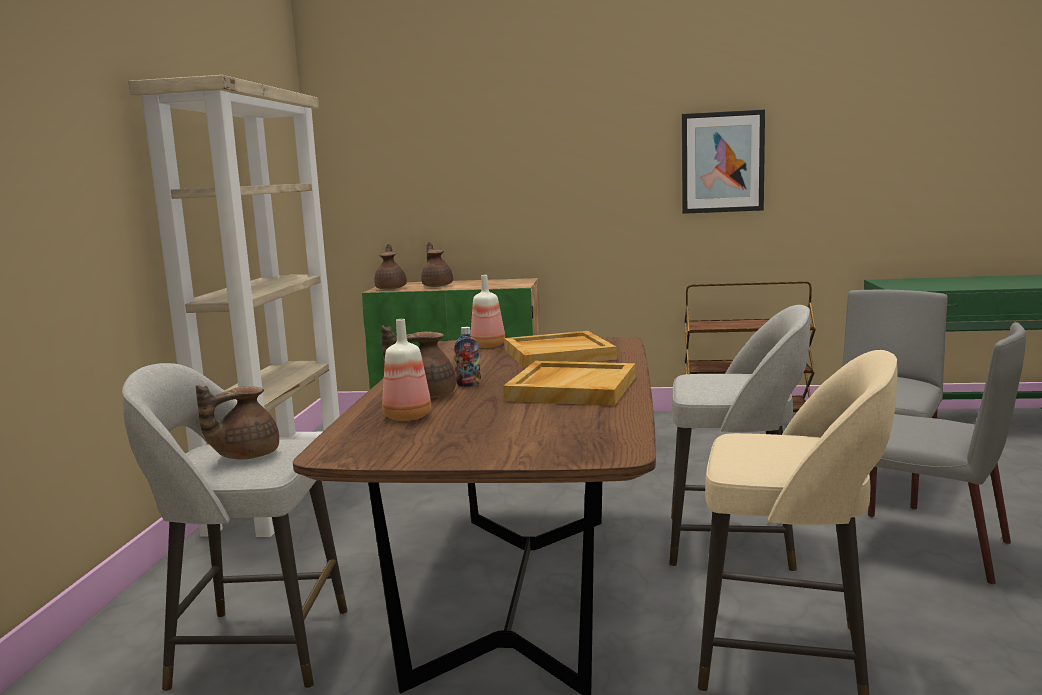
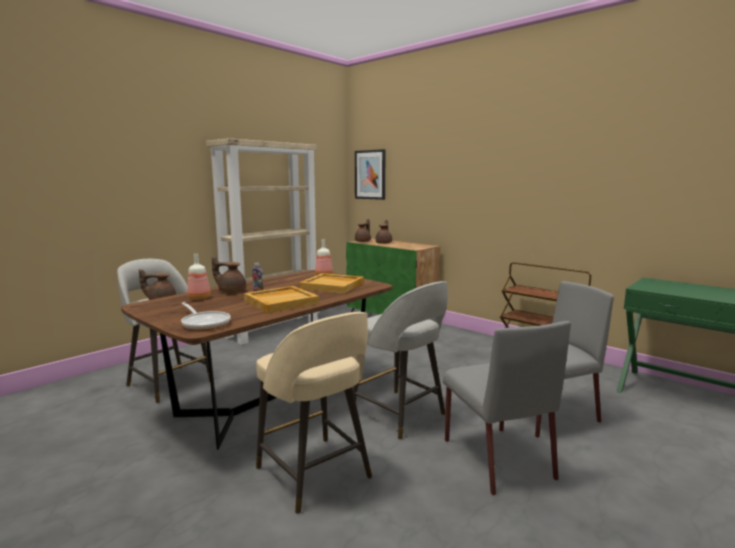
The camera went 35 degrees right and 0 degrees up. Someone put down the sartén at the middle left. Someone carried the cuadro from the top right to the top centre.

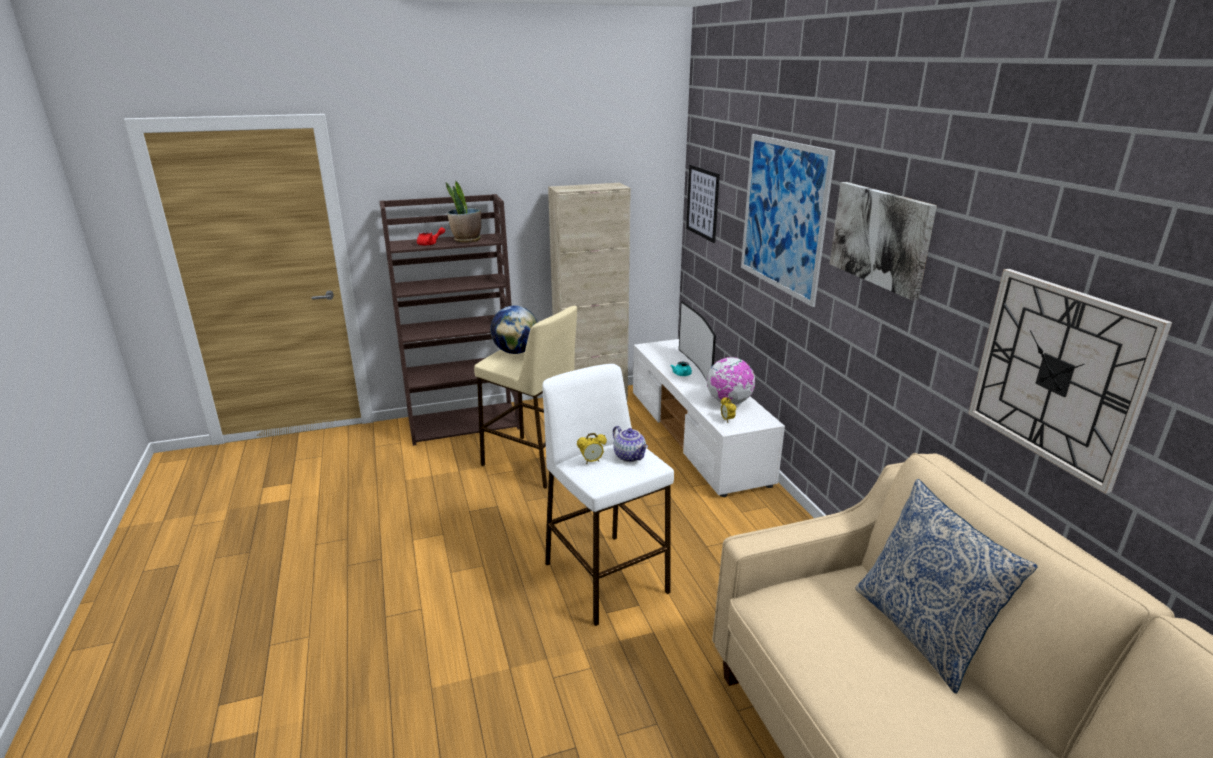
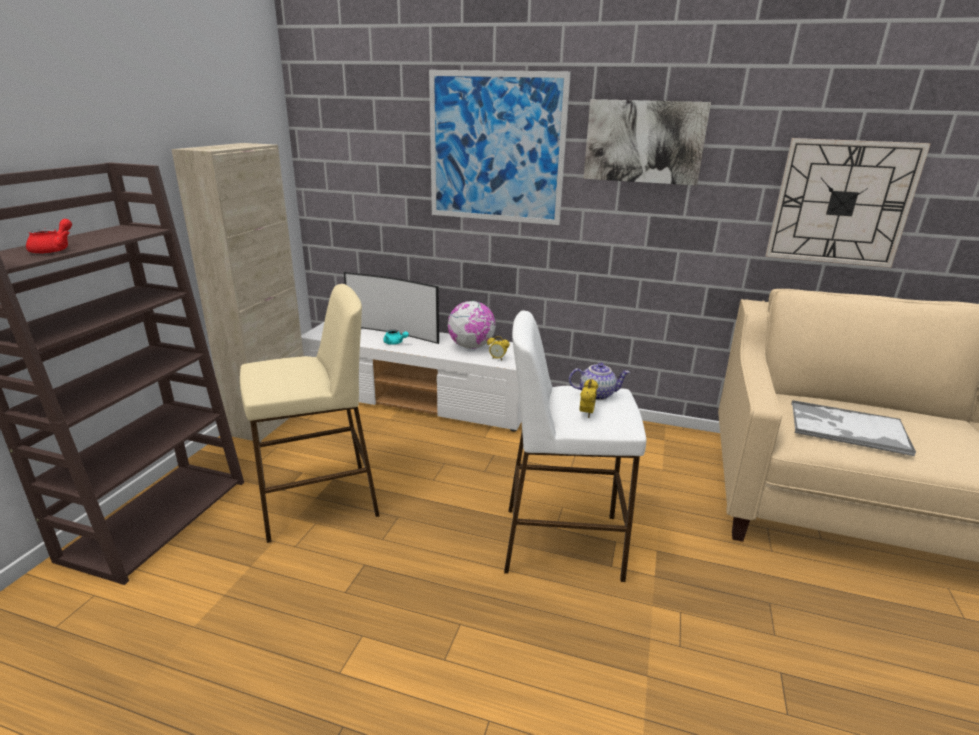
The camera went 55 degrees left and 0 degrees up. Someone put down the bandeja at the middle right. Someone took away the planta en maceta at the top centre. Someone took away the globo terráqueo (1st from left) at the centre. Someone took away the cuadro (1st from left) at the top centre. Someone took away the cojín at the bottom right.

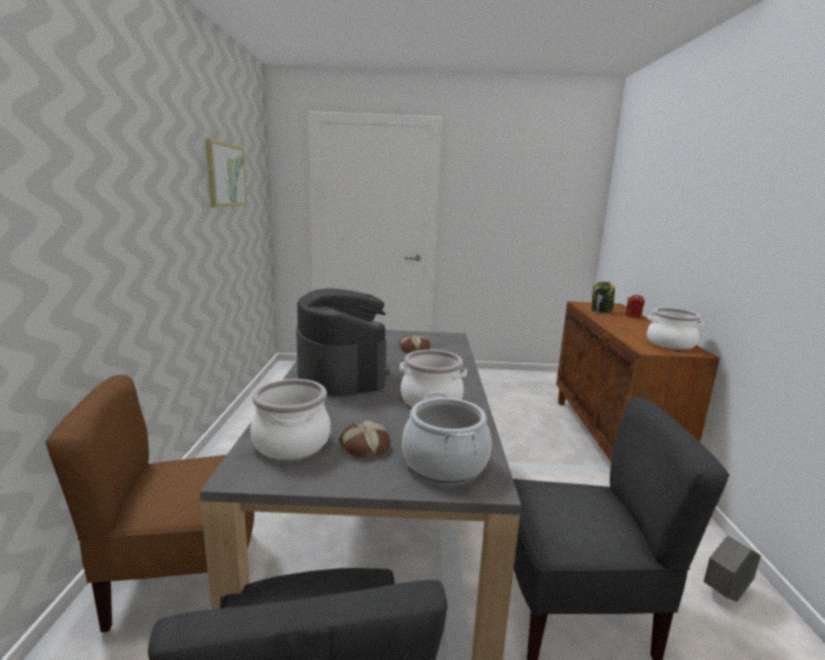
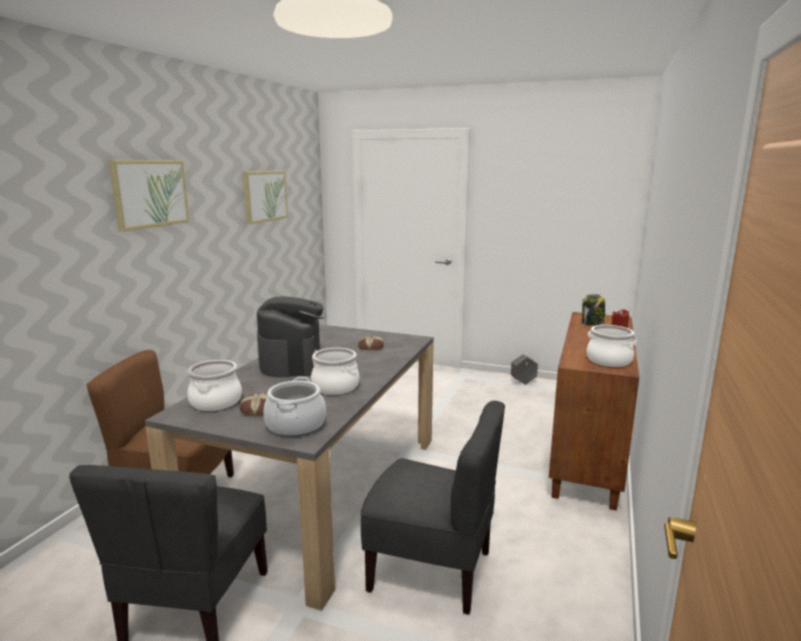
The camera went 20 degrees right and 0 degrees up. Someone put up the cuadro (1st from left) at the top left. Someone carried the maceta [gris] from the bottom right to the centre.

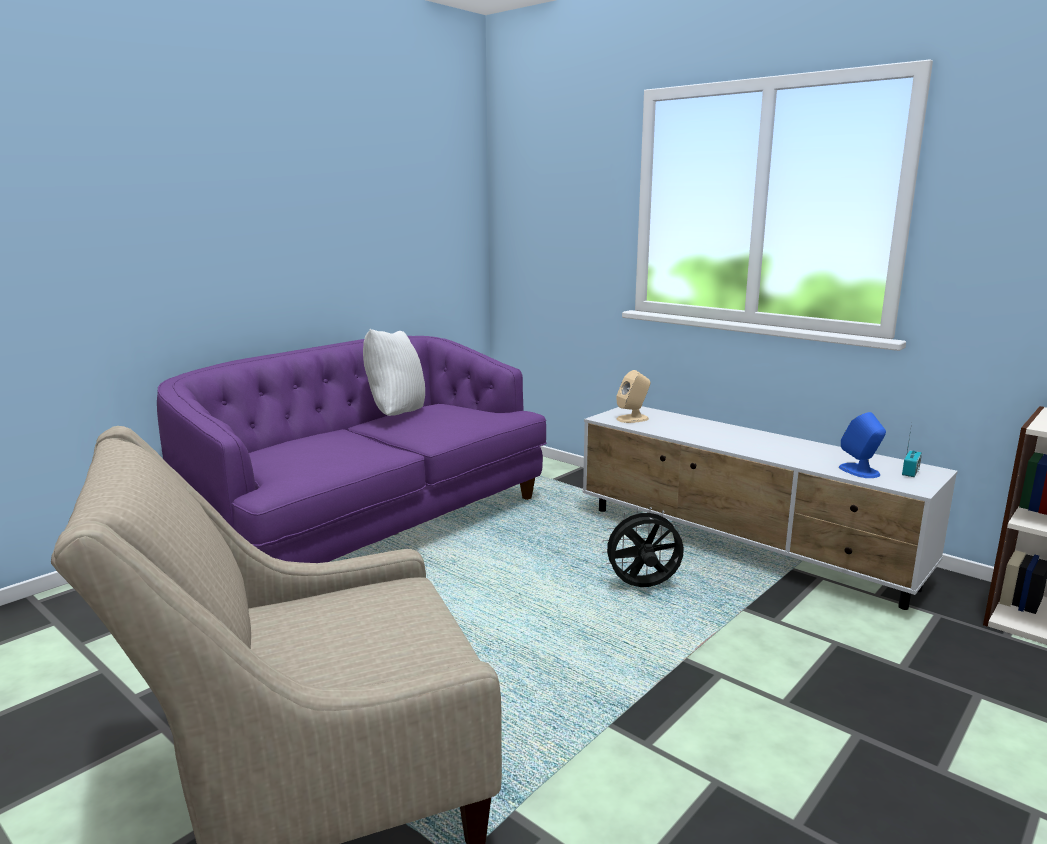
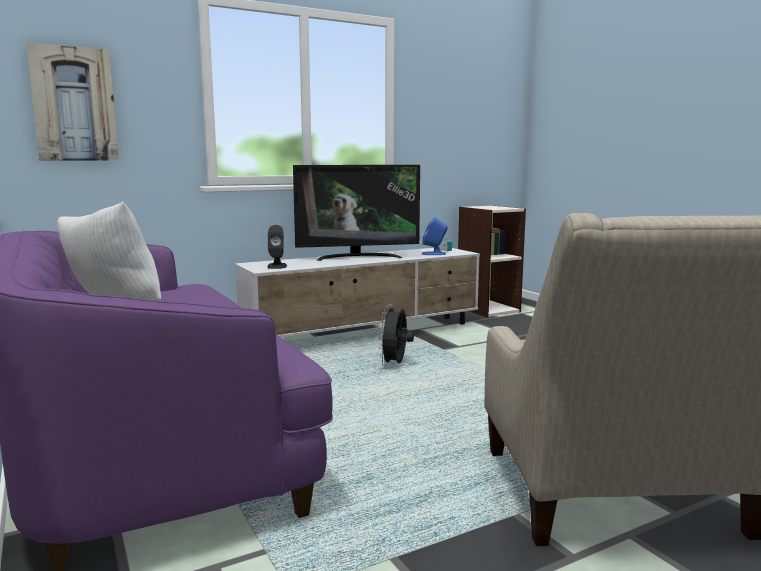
The camera went 70 degrees left and 5 degrees down. Someone put up the cuadro at the top left. Someone repainted the altavoz [beis] at the centre, which became the altavoz [negro] at the centre. Someone put down the televisor at the centre.

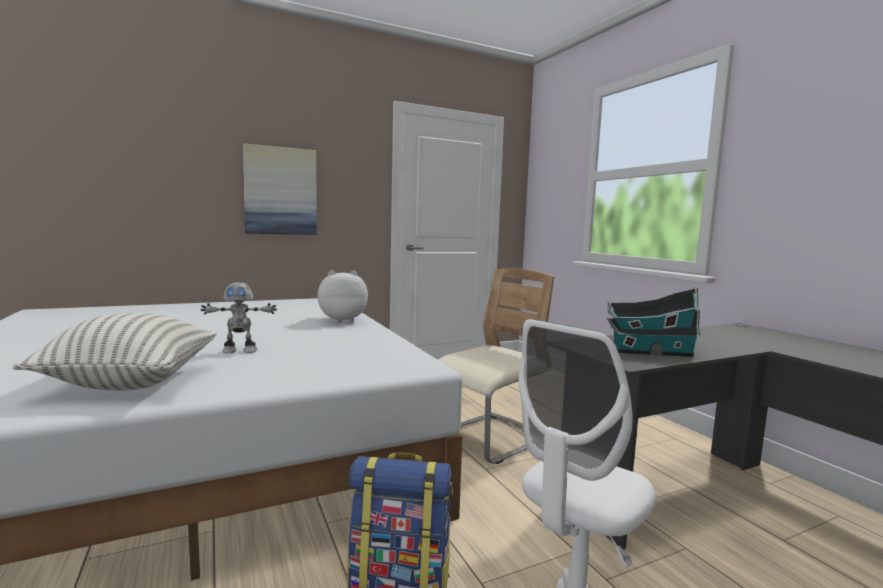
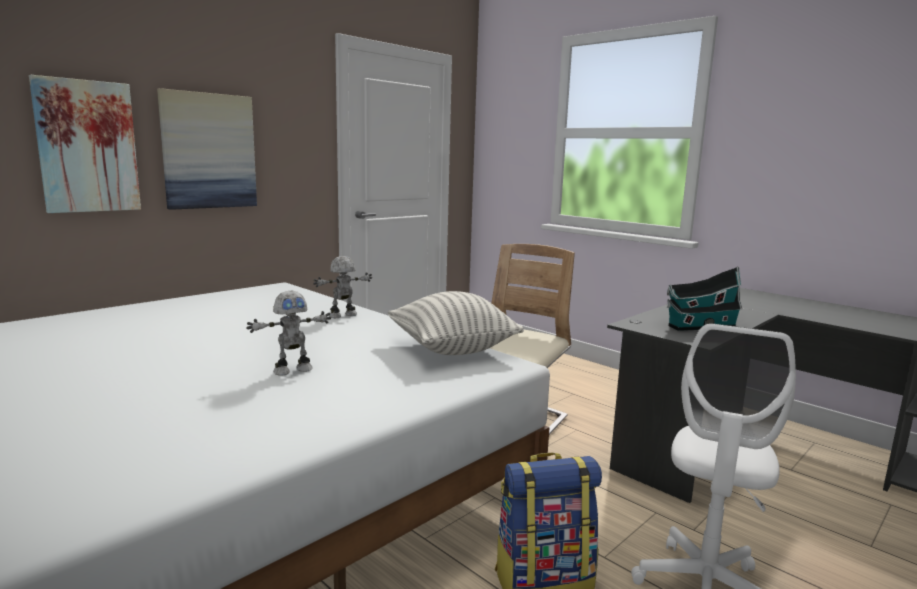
The camera went 20 degrees left and 5 degrees up. Someone put up the cuadro (1st from left) at the top left. Someone swapped the peluche at the centre for the robot de juguete (2nd from left) at the centre. Someone carried the cojín from the middle left to the centre.

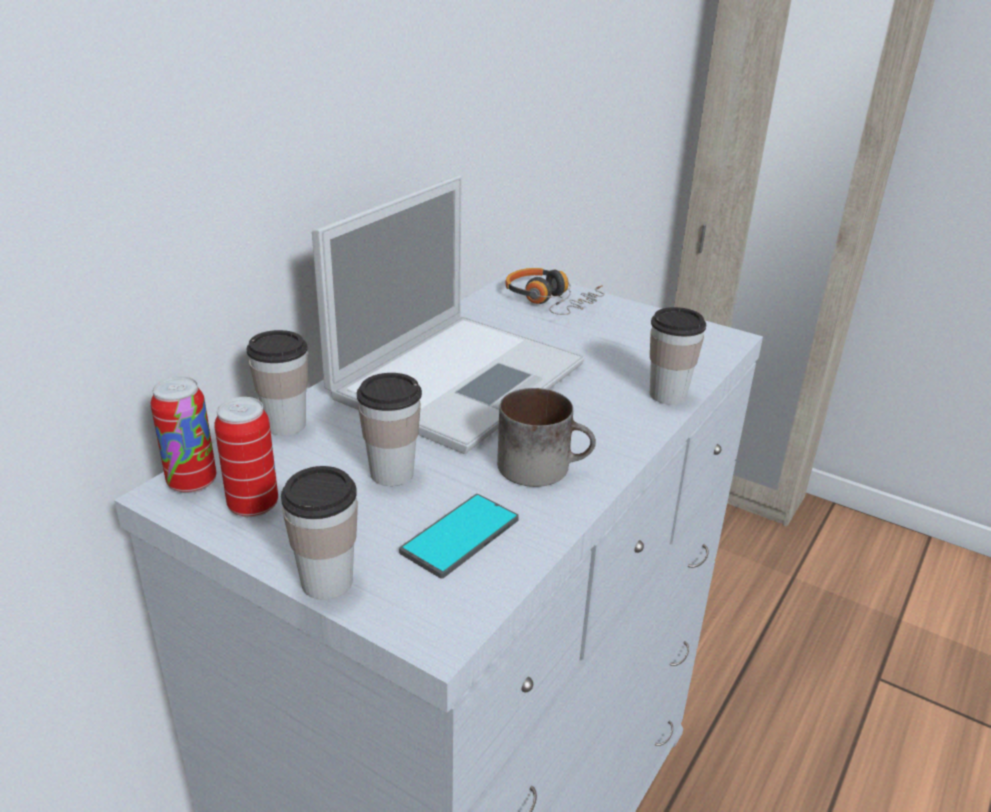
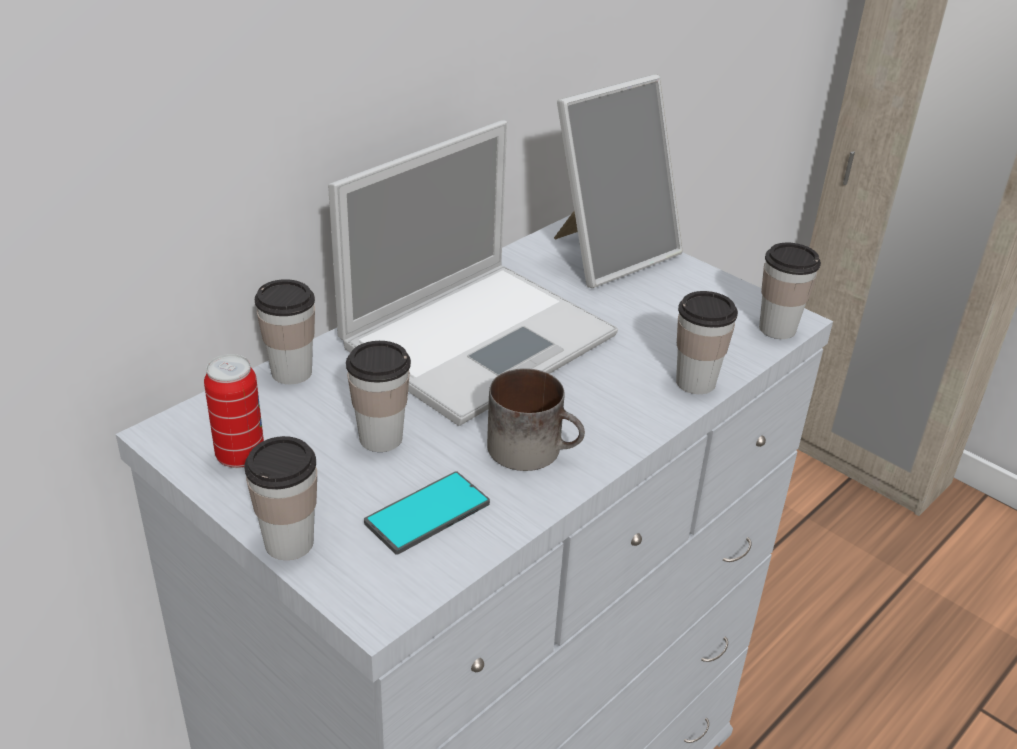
The camera went 10 degrees right and 5 degrees up. Someone swapped the auriculares at the centre for the portarretratos at the top centre. Someone put down the taza (5th from left) at the middle right. Someone took away the lata (1st from left) at the middle left.

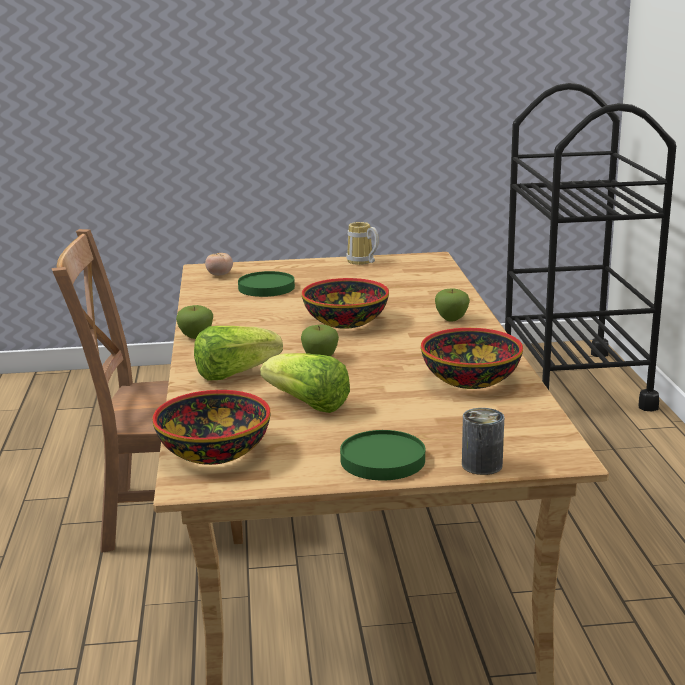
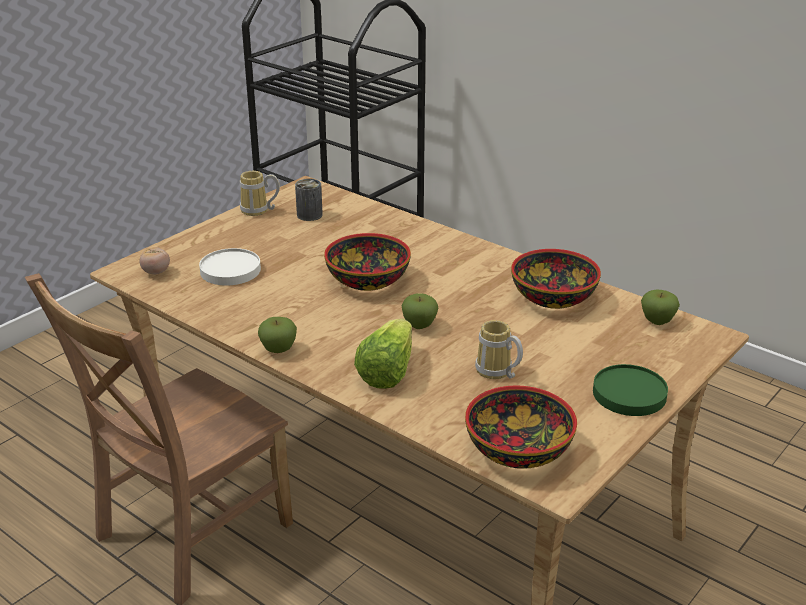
The camera went 45 degrees left and 10 degrees up. Someone repainted the plato [verde] (1st from left) at the centre, which became the plato [blanco] at the middle left. Someone carried the lata from the middle right to the top centre. Someone swapped the lechuga (2nd from left) at the centre for the taza grande (2nd from left) at the centre. Someone carried the manzana (3rd from left) from the centre to the middle right.

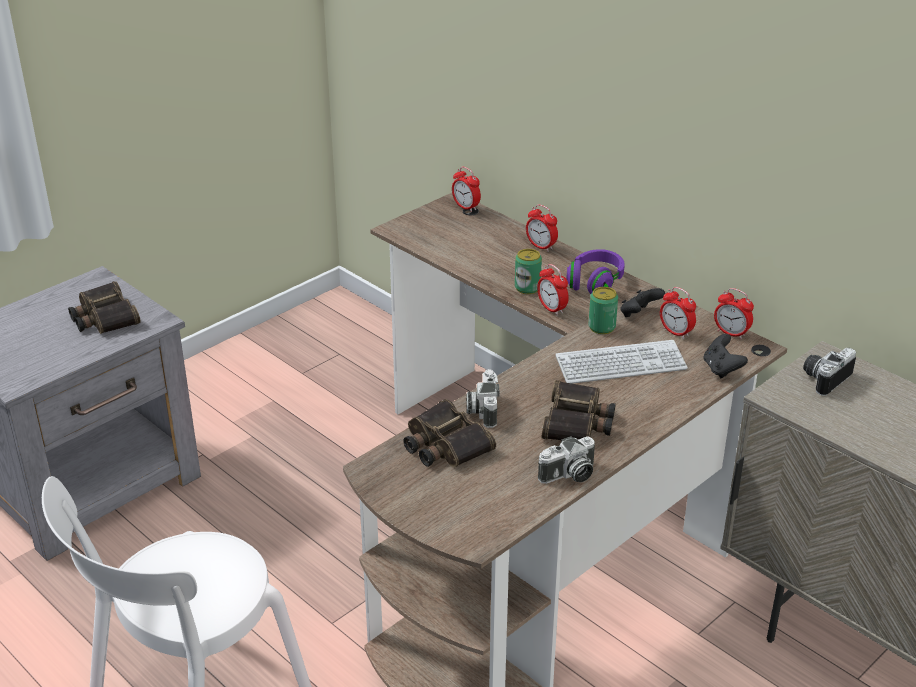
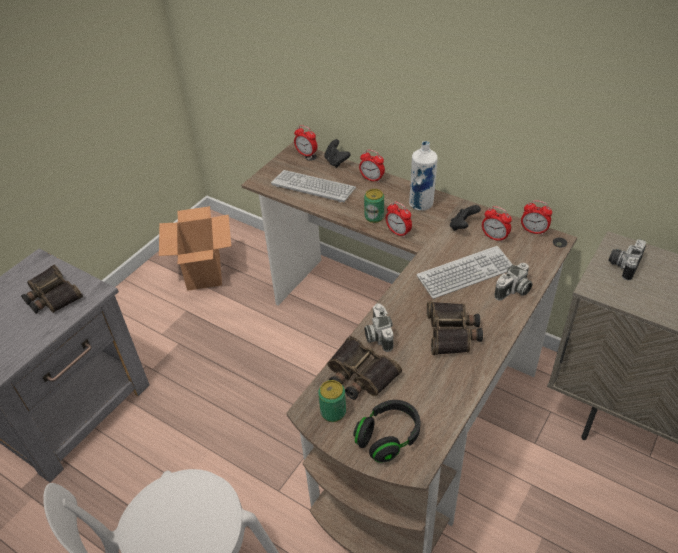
The camera went 10 degrees left and 10 degrees up. Someone put down the caja de cartón at the middle left. Someone put down the teclado (1st from left) at the centre. Someone carried the lata (2nd from left in the first image) from the centre to the bottom centre. Someone carried the mando de consola [negro] (2nd from left in the first image) from the middle right to the top centre. Someone put down the auriculares [negro] at the bottom centre. Someone swapped the auriculares [morado] at the centre for the botella [blanco] at the top centre. Someone carried the cámara (2nd from left) from the bottom centre to the middle right.

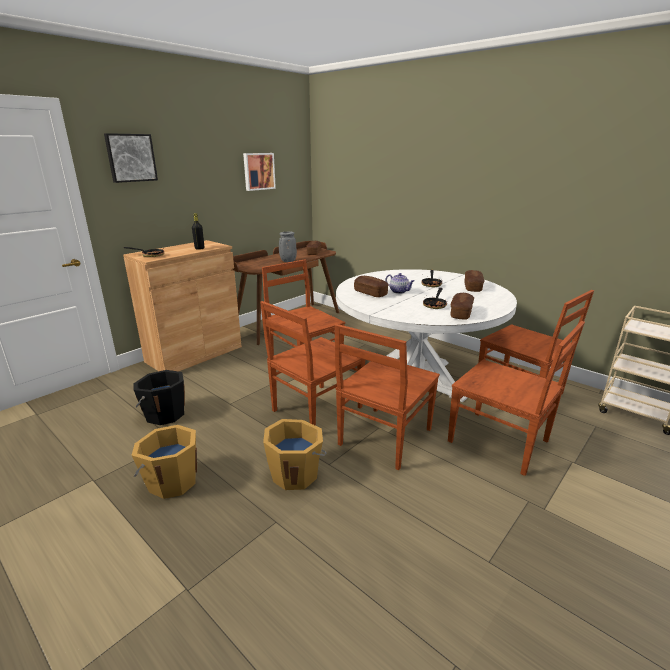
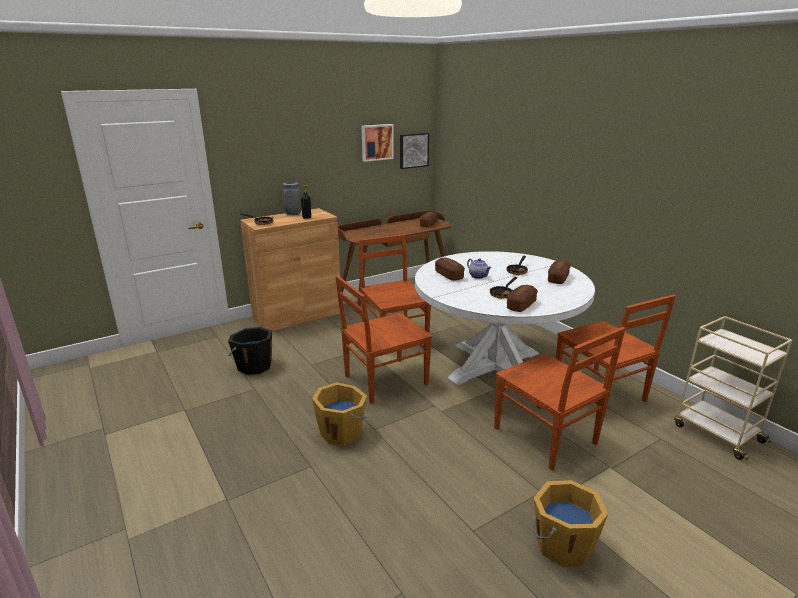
The camera went 15 degrees right and 0 degrees up. Someone carried the florero [gris] from the centre to the top centre. Someone carried the cuadro (1st from left in the first image) from the top left to the top centre. Someone carried the cubo [naranja] (1st from left in the first image) from the bottom left to the bottom right. Someone took away the silla [marrón] (3rd from left) at the centre.

